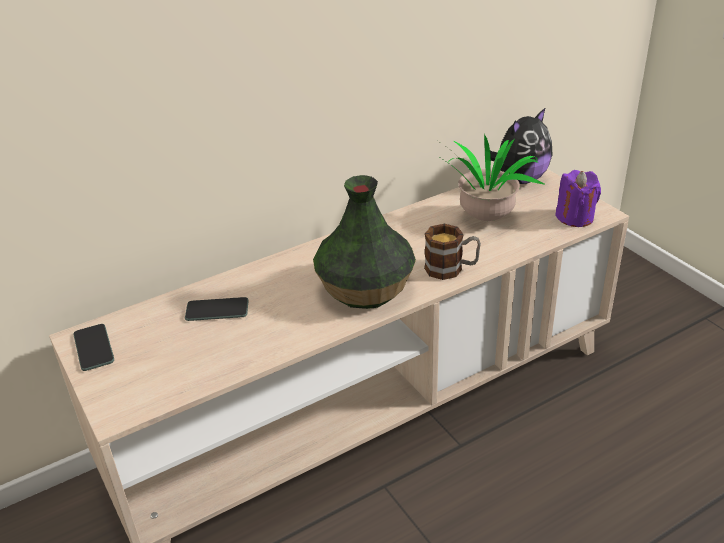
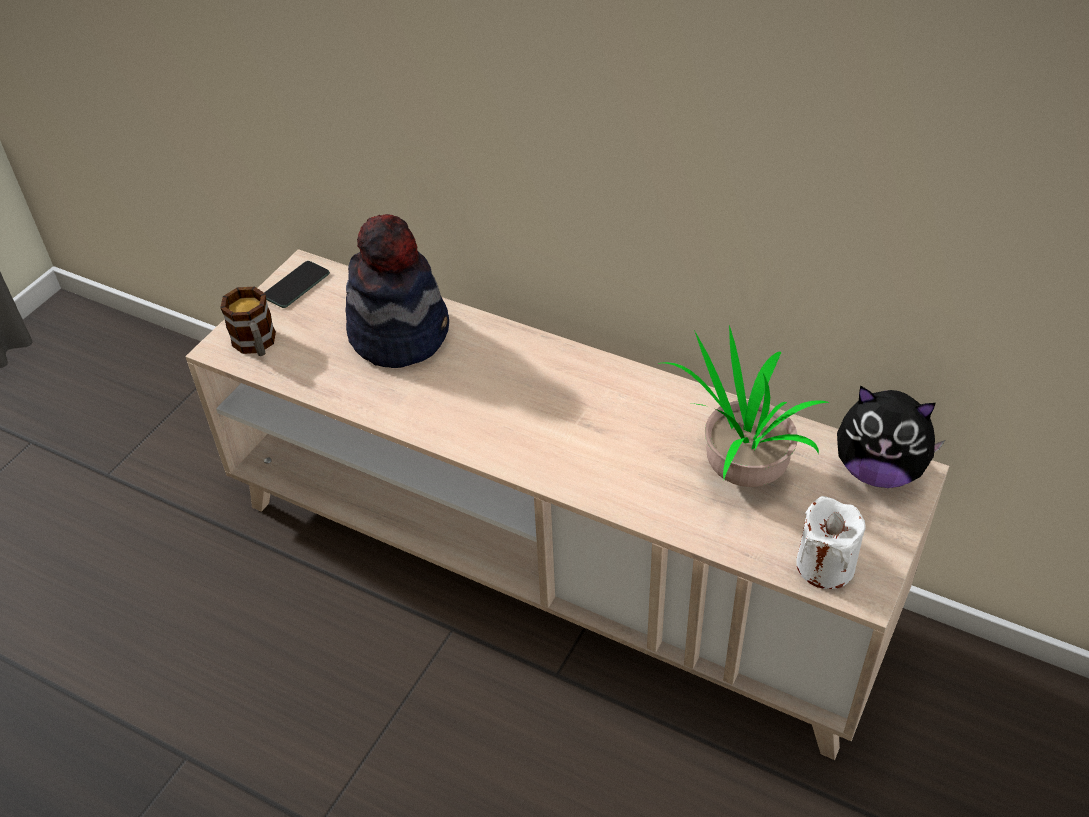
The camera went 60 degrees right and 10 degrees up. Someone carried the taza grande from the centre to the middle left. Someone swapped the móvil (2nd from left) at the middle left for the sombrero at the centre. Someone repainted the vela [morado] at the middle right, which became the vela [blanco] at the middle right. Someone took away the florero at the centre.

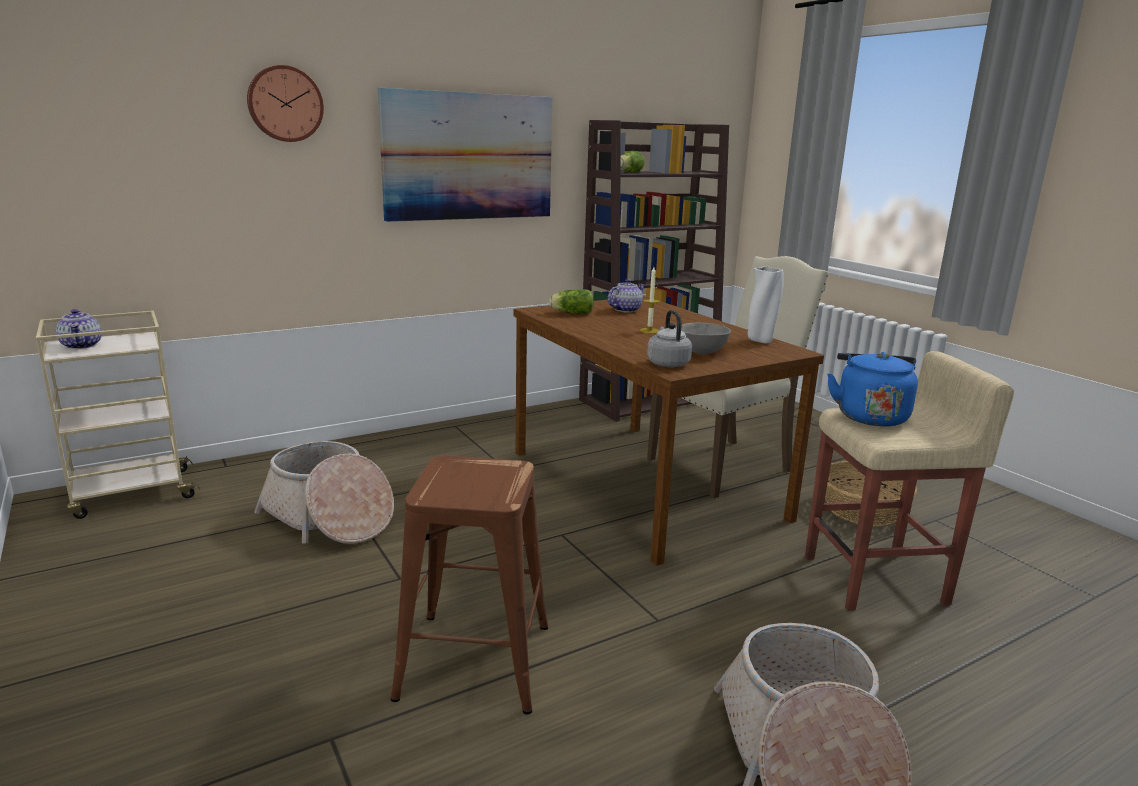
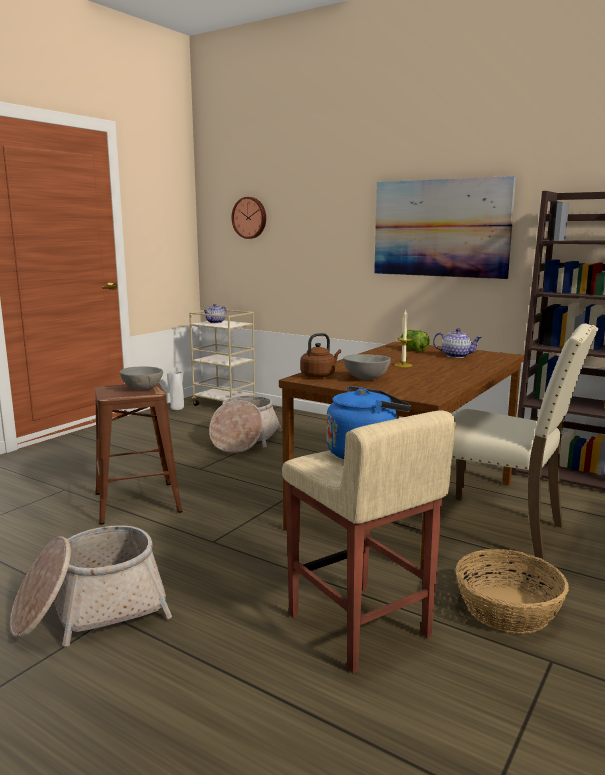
The camera went 65 degrees right and 5 degrees down. Someone put down the cuenco [gris] (1st from left) at the middle left. Someone carried the florero [blanco] from the middle right to the middle left. Someone carried the reloj de pared from the top left to the top centre. Someone repainted the hervidor [gris] at the centre, which became the hervidor [marrón] at the centre. Someone took away the lechuga (2nd from left) at the top centre.

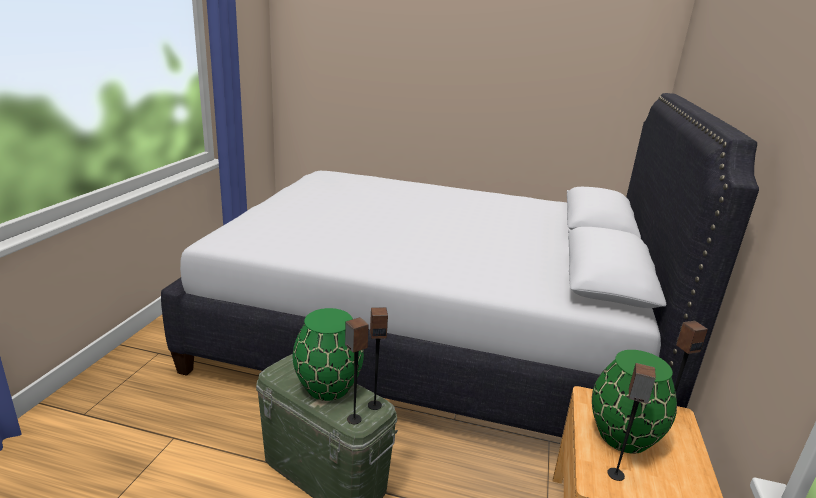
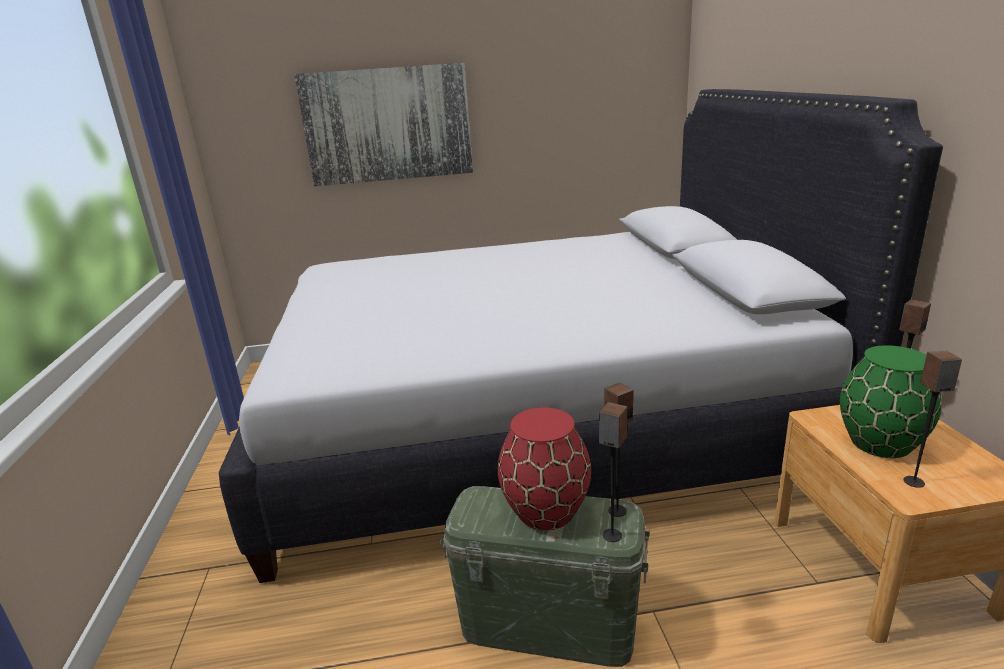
The camera went 20 degrees left and 0 degrees up. Someone put up the cuadro at the top centre. Someone repainted the florero [verde] (1st from left) at the bottom centre, which became the florero [rojo] at the bottom centre.

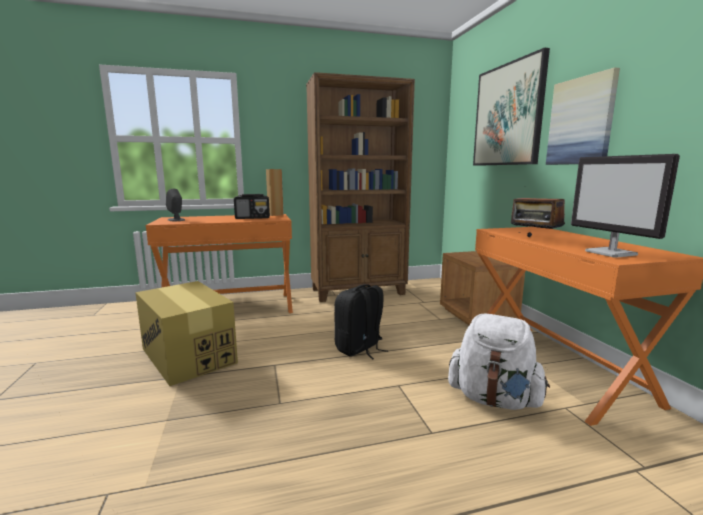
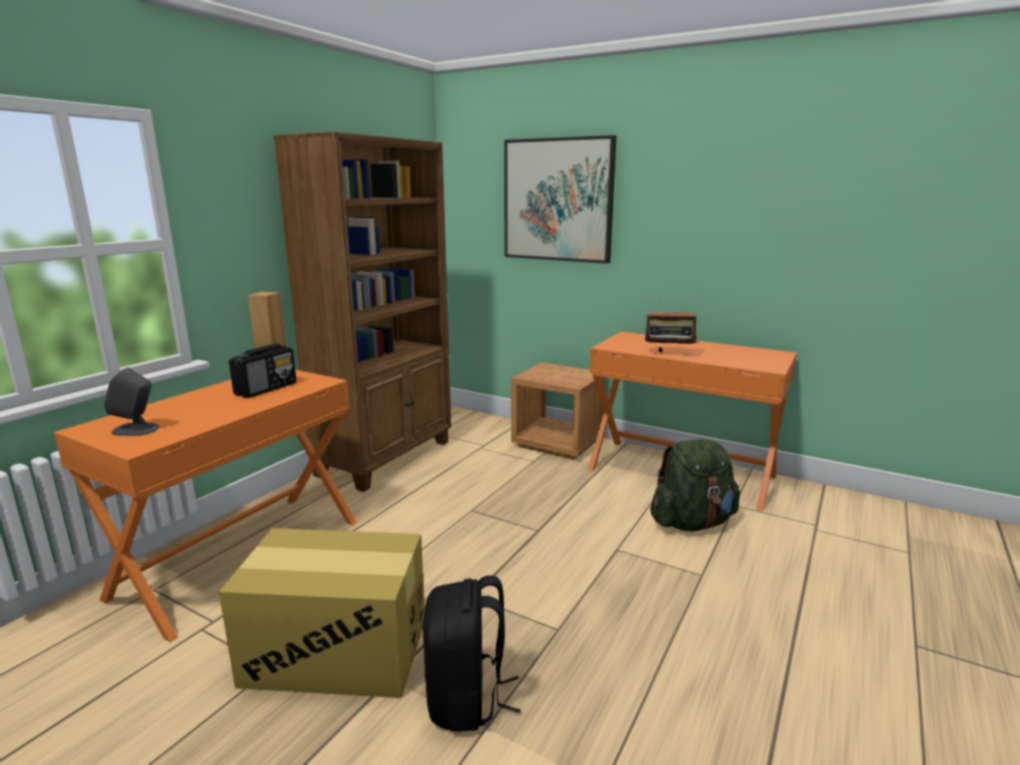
The camera went 45 degrees left and 5 degrees up. Someone carried the mochila [negro] from the centre to the bottom centre. Someone repainted the mochila [blanco] at the bottom right, which became the mochila [verde] at the middle right. Someone took away the cuadro (2nd from left) at the top right. Someone took away the monitor at the middle right.

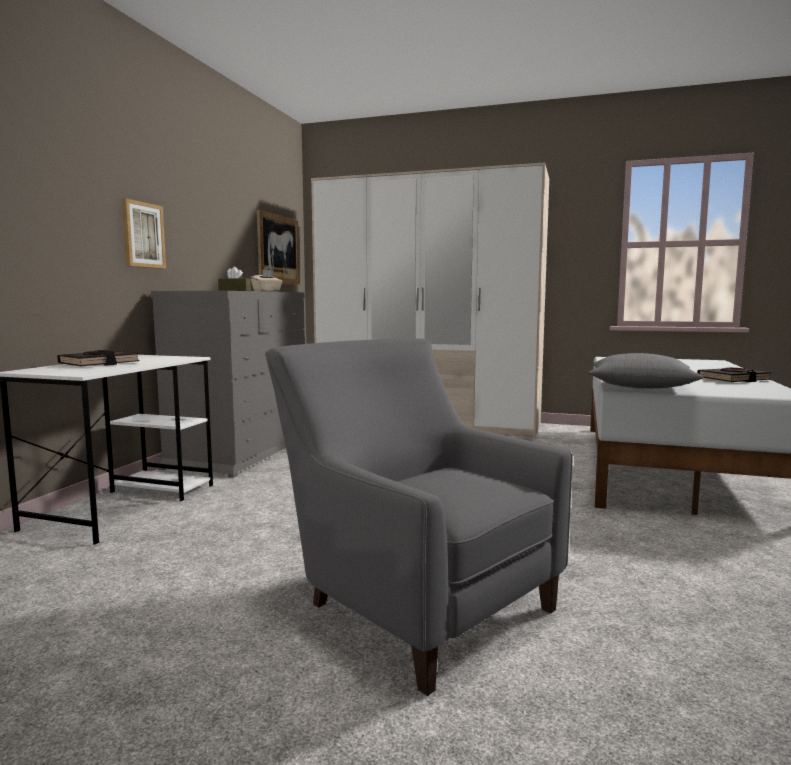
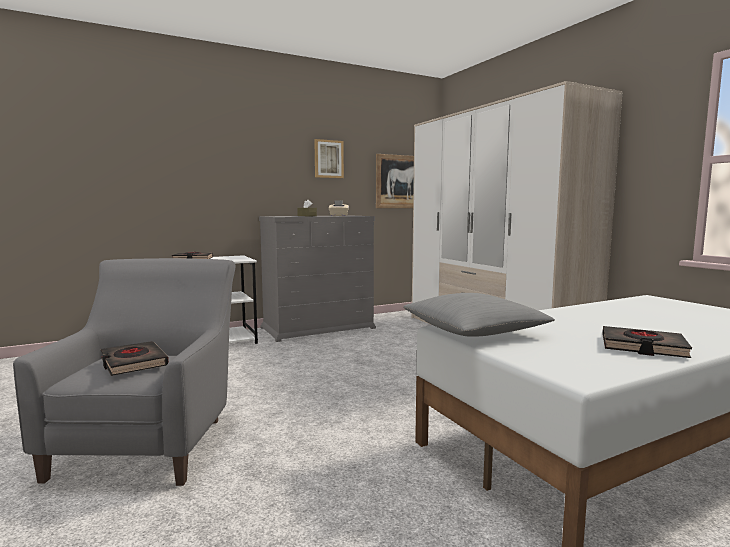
The camera went 45 degrees right and 0 degrees up. Someone put down the libro [negro] (1st from left) at the middle left. Someone carried the cuadro (1st from left) from the top left to the top centre.

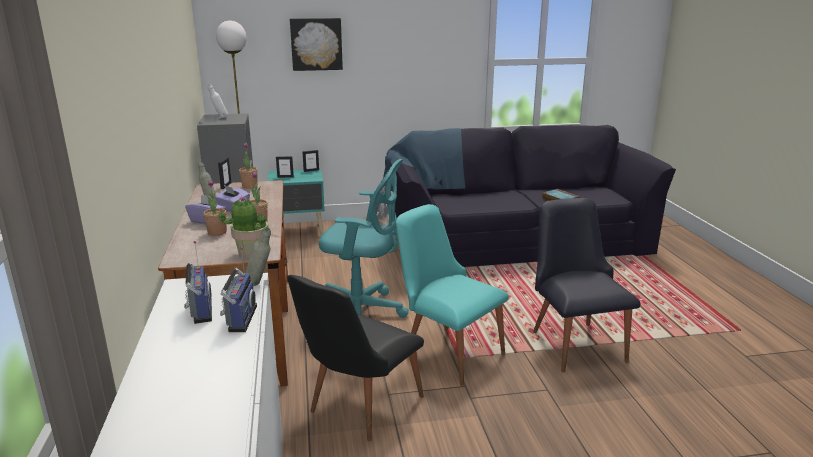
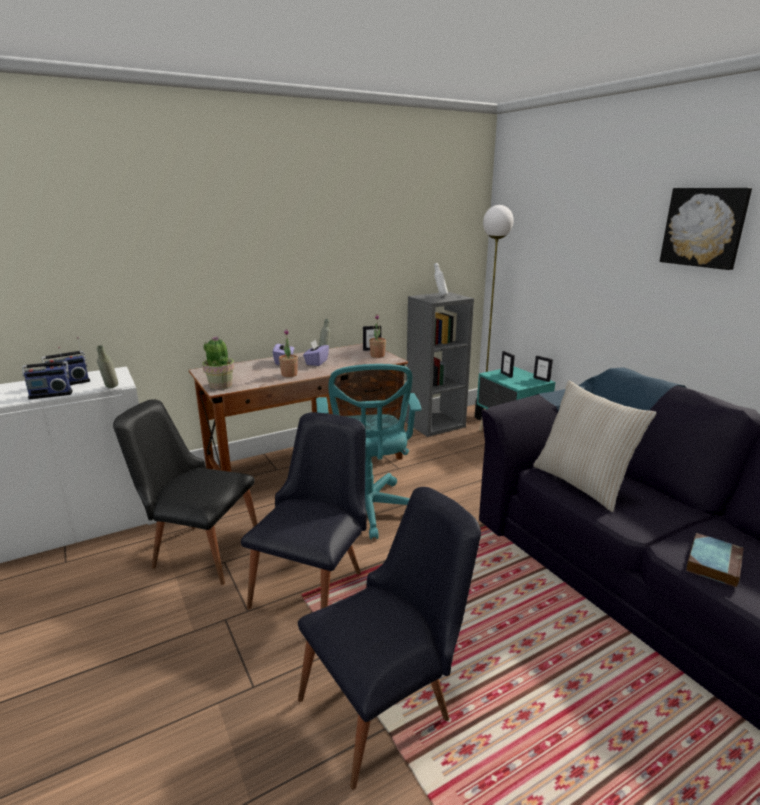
The camera went 70 degrees right and 0 degrees up. Someone repainted the silla [turquesa] at the centre, which became the silla [negro] (2nd from left) at the centre. Someone put down the cojín [beis] at the middle right. Someone carried the cuadro from the top centre to the top right. Someone took away the planta en maceta (1st from left) at the middle left.

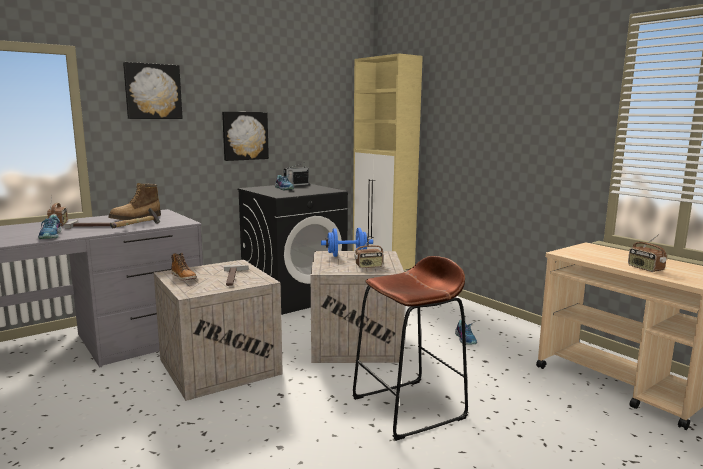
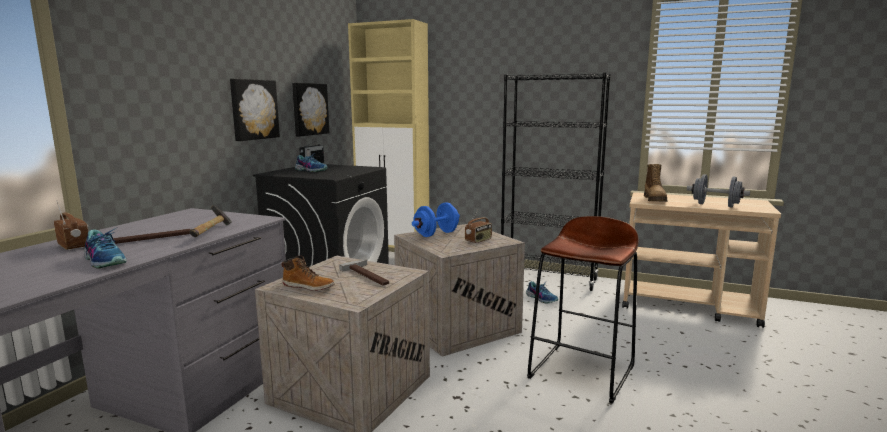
The camera went 30 degrees left and 0 degrees up. Someone carried the cuadro (1st from left in the first image) from the top left to the top centre. Someone put down the estantería [negro] at the centre. Someone carried the bota (1st from left in the first image) from the middle left to the middle right. Someone swapped the radio (4th from left) at the middle right for the mancuerna [gris] at the middle right.

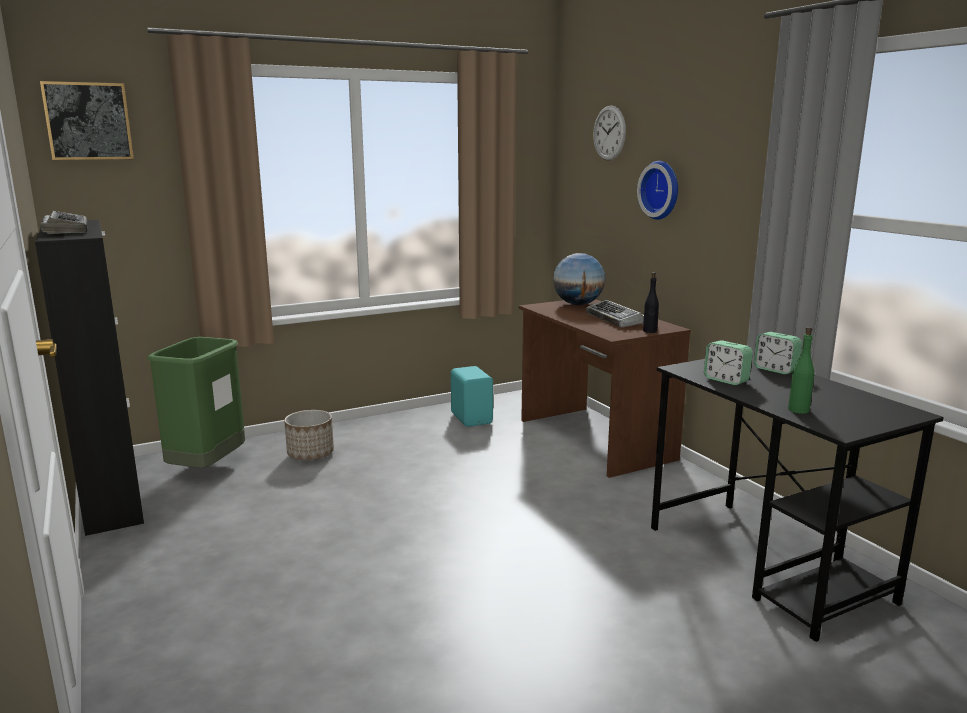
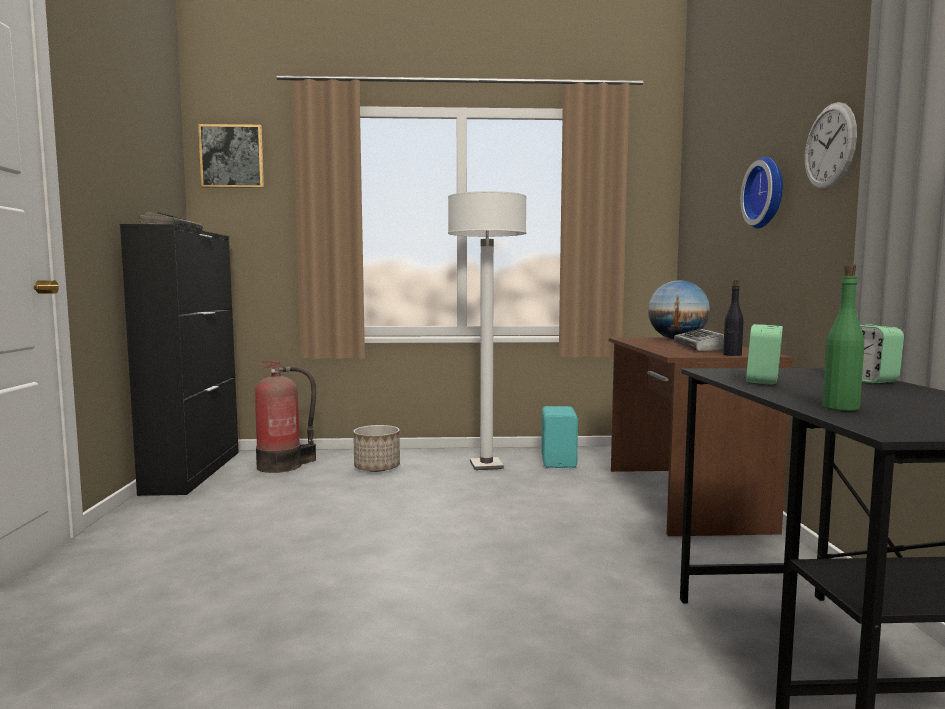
The camera went 25 degrees right and 10 degrees down. Someone swapped the papelera [verde] at the middle left for the extintor at the middle left. Someone put down the lámpara de pie [blanco] at the centre. Someone rotated the despertador (1st from left) at the middle right by 45 degrees clockwise. Someone carried the reloj de pared (1st from left in the first image) from the top centre to the top right.

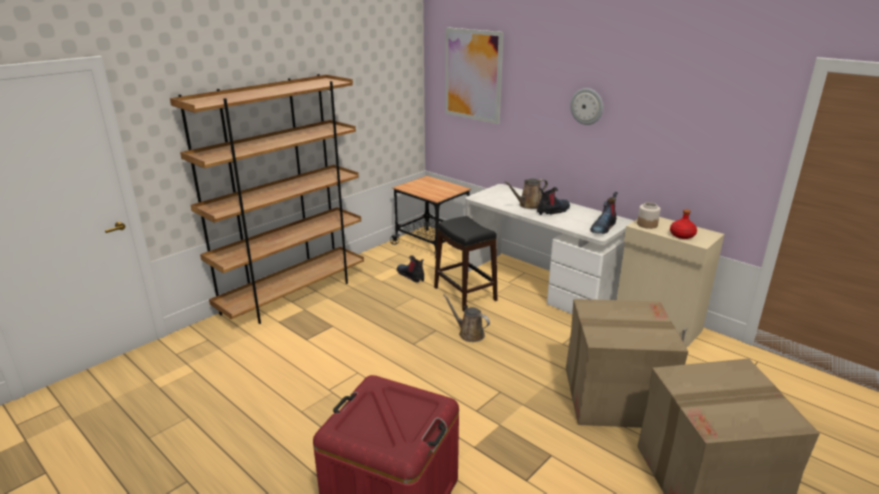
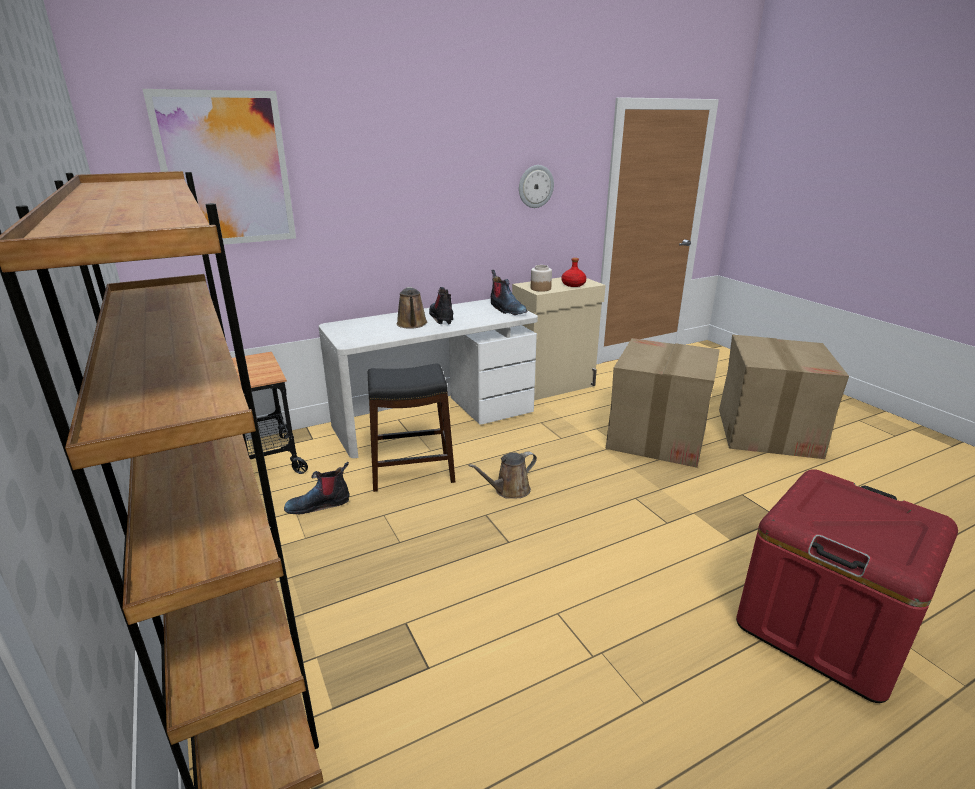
The camera went 70 degrees left and 0 degrees up. Someone carried the reloj de pared from the top right to the top centre.

